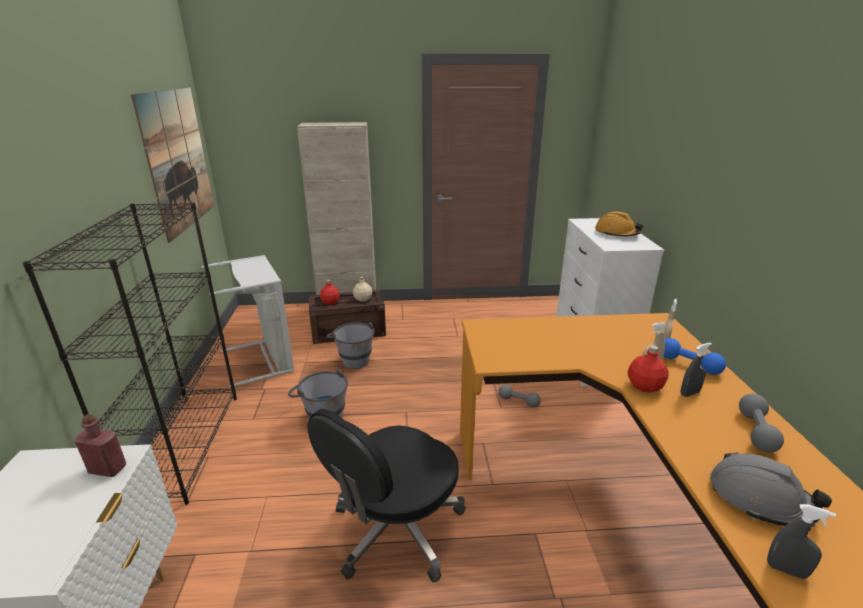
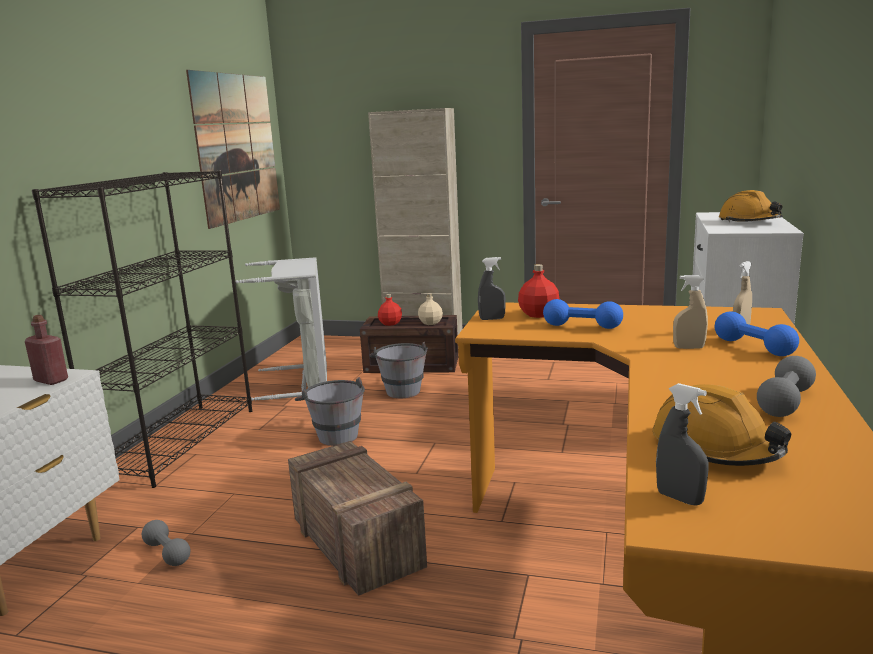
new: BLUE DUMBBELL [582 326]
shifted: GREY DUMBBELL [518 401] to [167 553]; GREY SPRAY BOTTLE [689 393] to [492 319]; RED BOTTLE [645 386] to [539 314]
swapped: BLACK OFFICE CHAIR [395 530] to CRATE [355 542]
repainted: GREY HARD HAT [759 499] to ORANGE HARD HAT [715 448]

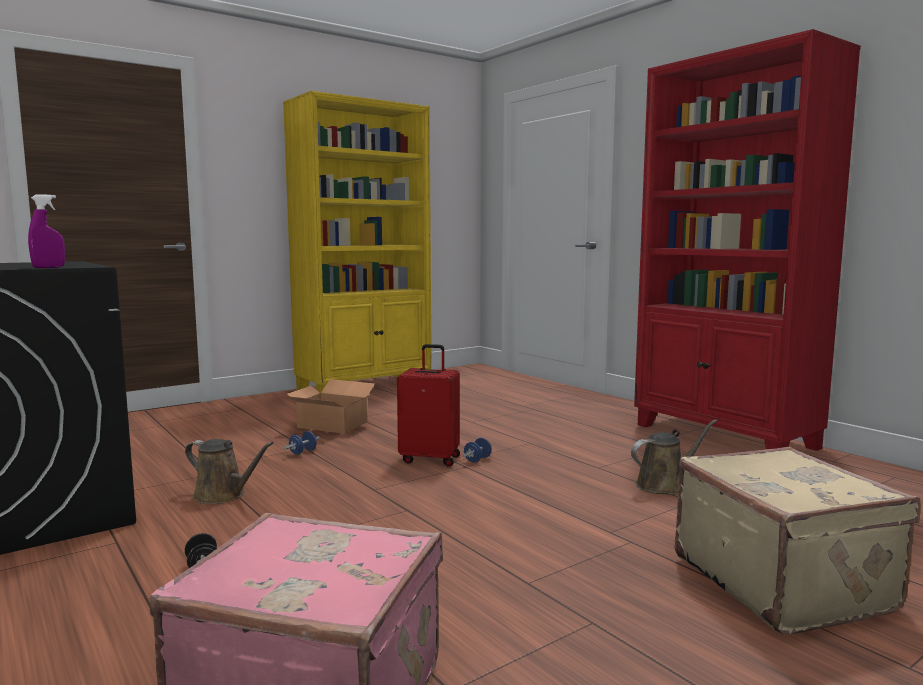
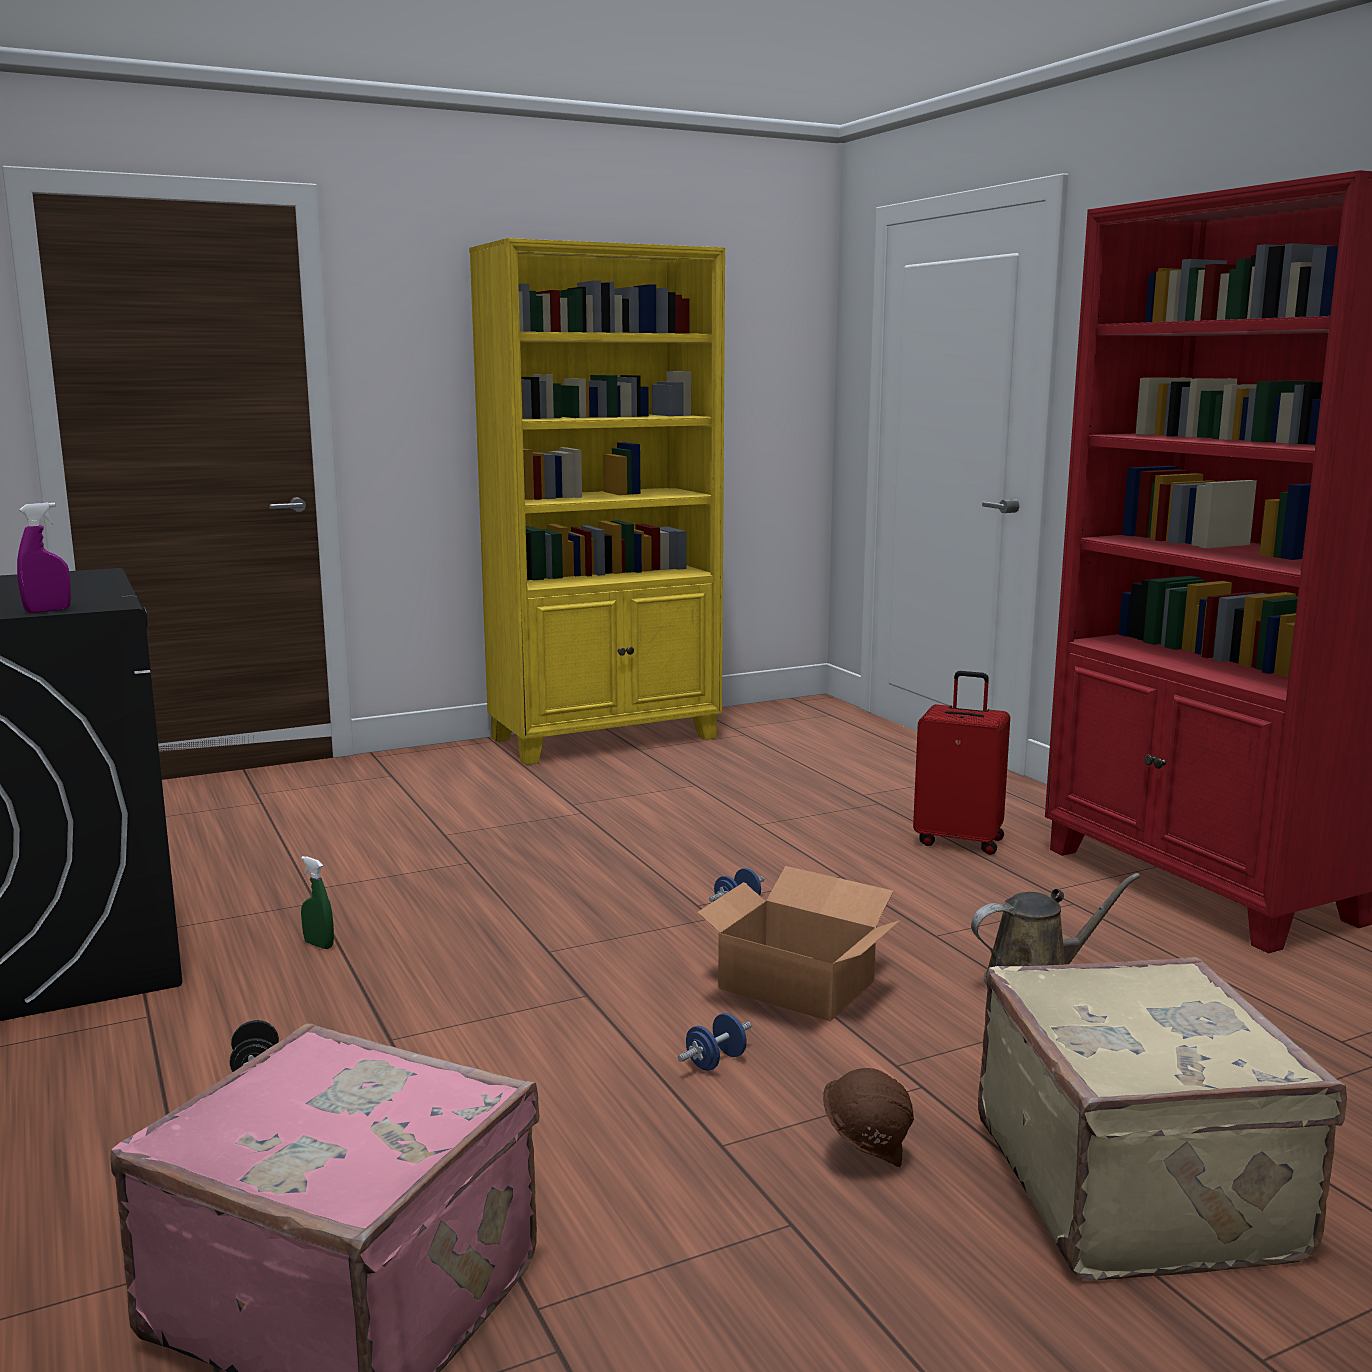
new: BROWN HARD HAT [866 1156]
shifted: BLUE DUMBBELL [303 452] to [716 1061]; CARDBOARD BOX [332 424] to [795 984]; RED SUITCASE [430 459] to [959 841]
swapped: BROWN WATERING CAN [223 495] to GREEN SPRAY BOTTLE [319 945]

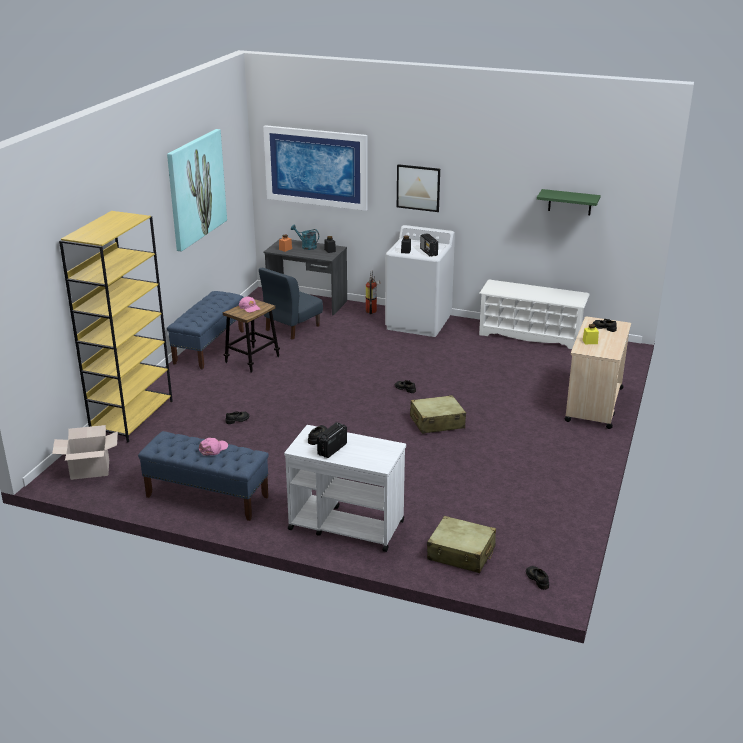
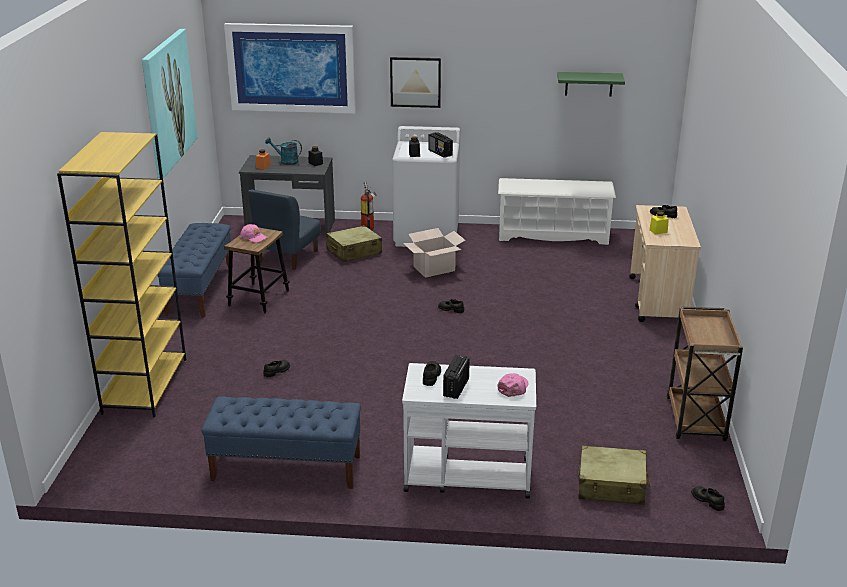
new: BROWN CART [696 420]
shifted: BEIGE SUITCASE [436 422] to [354 252]; CARDBOARD BOX [90 469] to [434 268]; PINK CAP [213 449] to [513 387]

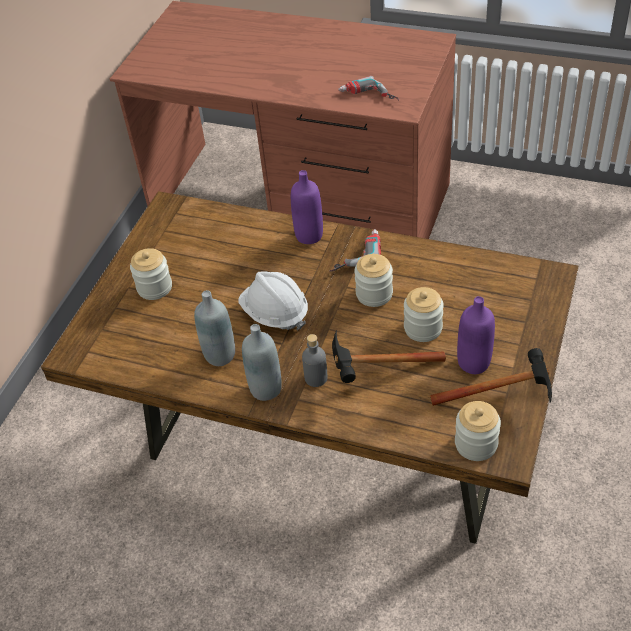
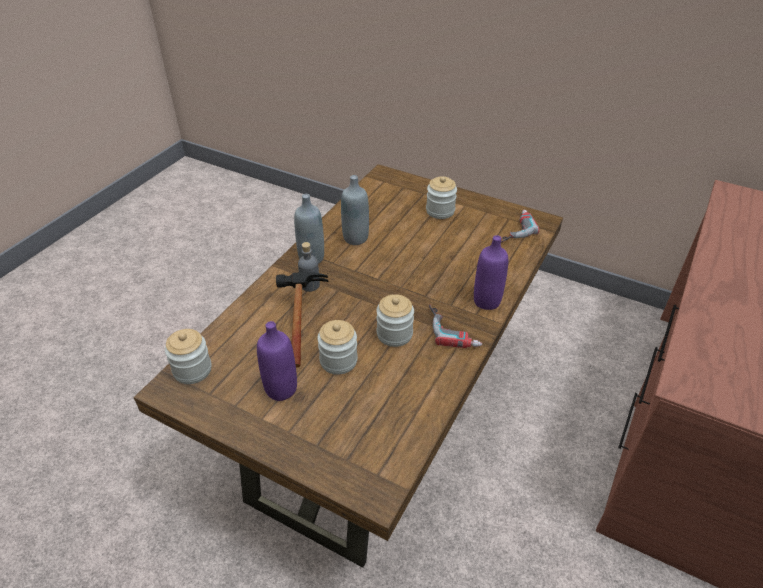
gone: WHITE HARD HAT [275 313]; HAMMER [504 396]
shifted: POWER DRILL [368 97] to [513 229]

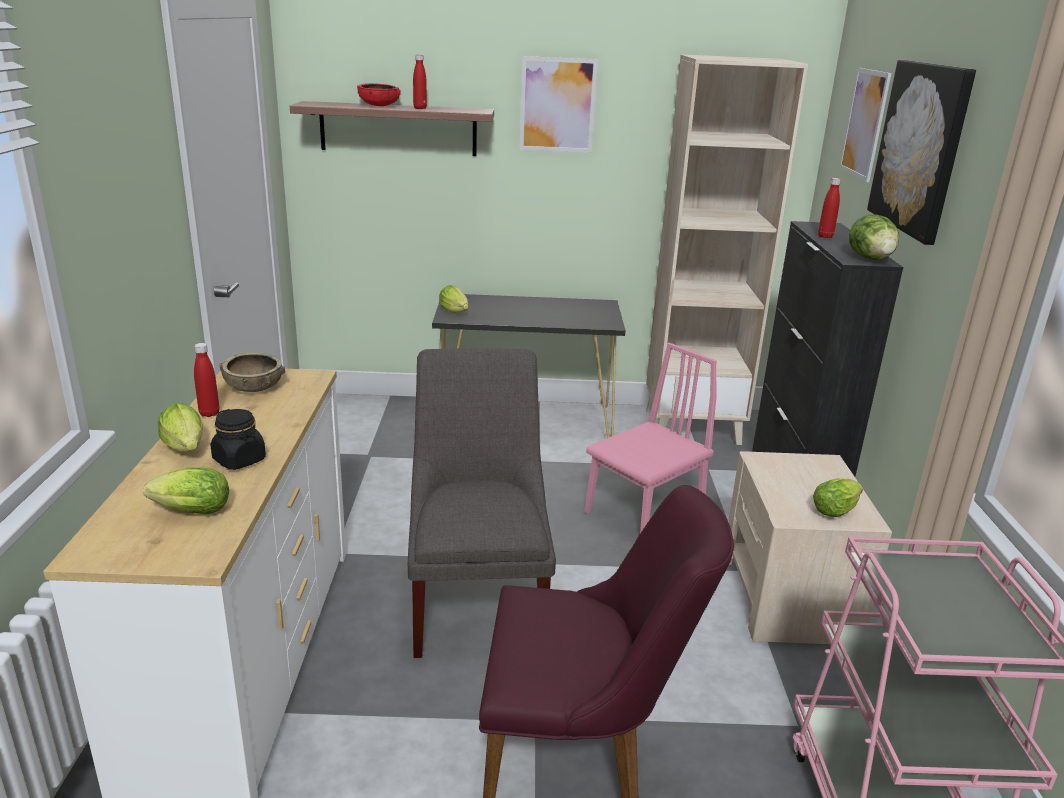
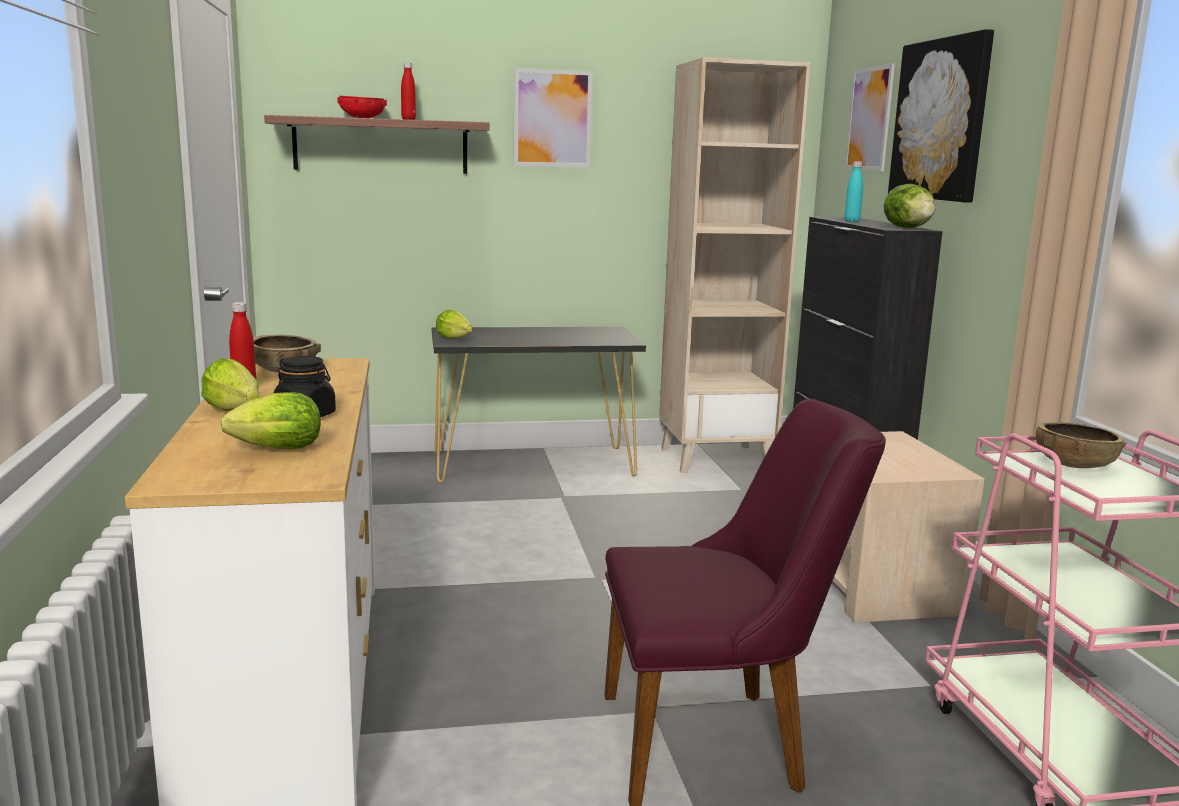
gone: GREY CHAIR [478 601]; PINK CHAIR [644 513]; LETTUCE [837 510]
new: BROWN BOWL [1073 465]
repainted: RED BOTTLE [825 236] to TURQUOISE BOTTLE [852 221]

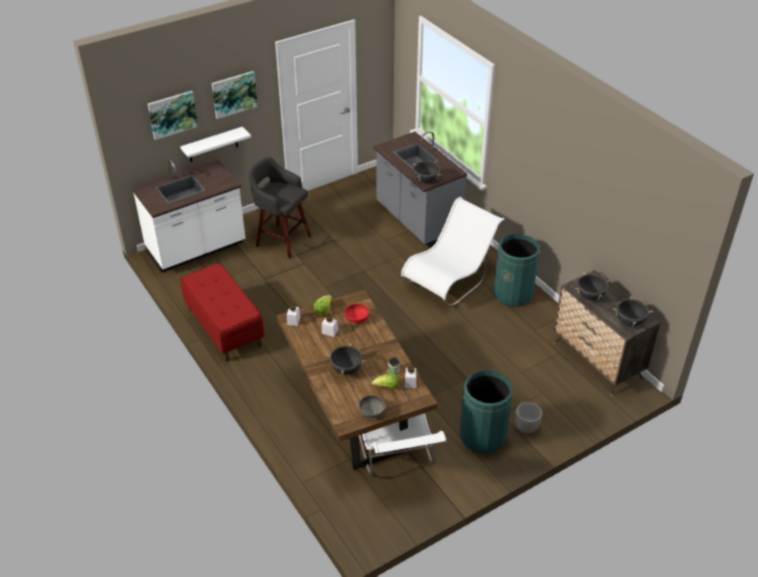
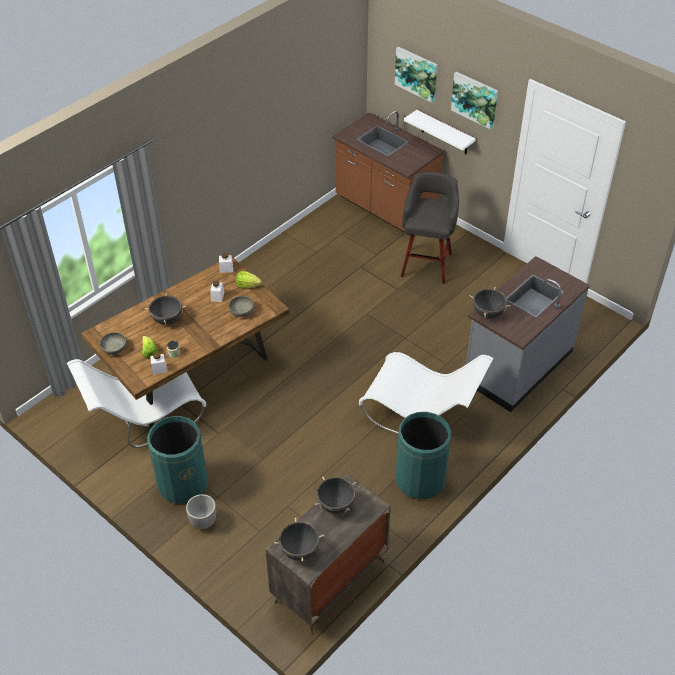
gone: RED BENCH [224 327]
repainted: RED BOWL [357 318] to GREY BOWL [242 312]; WHITE COUNTER [196 249] to BROWN COUNTER [385 209]

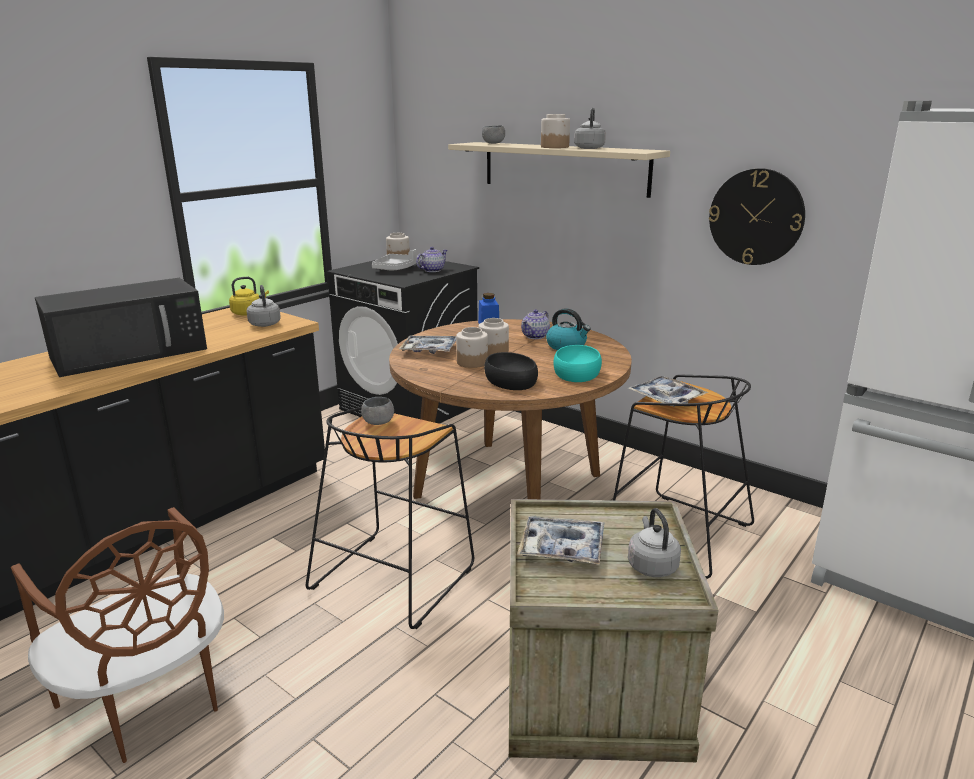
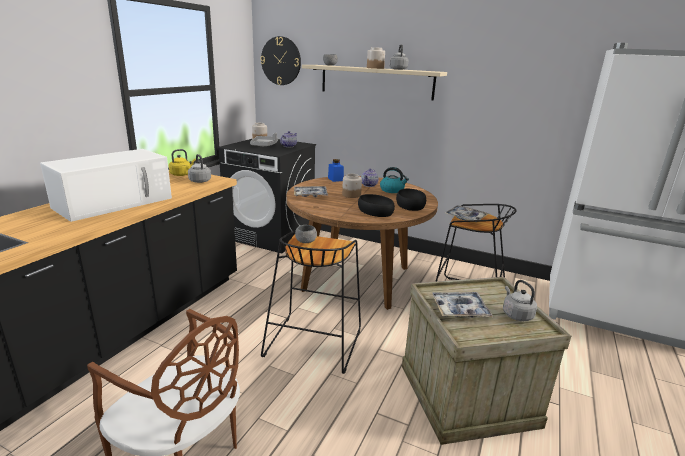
gone: JAR [472 362]
shifted: WALL CLOCK [756 217] to [281 61]
repainted: BLACK MICROWAVE [131 352] to WHITE MICROWAVE [115 202]; TURQUOISE BOWL [577 372] to BLACK BOWL [411 205]

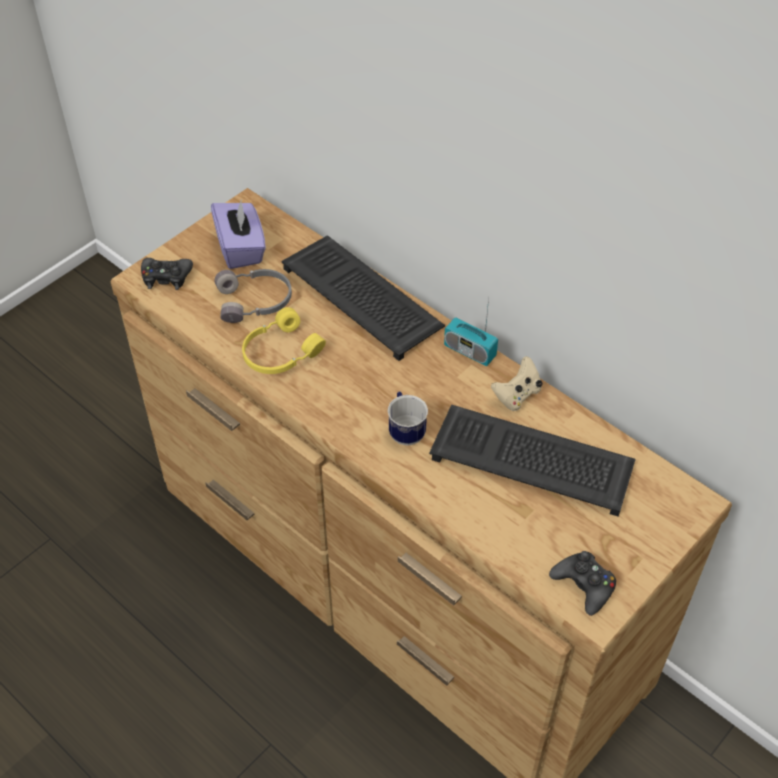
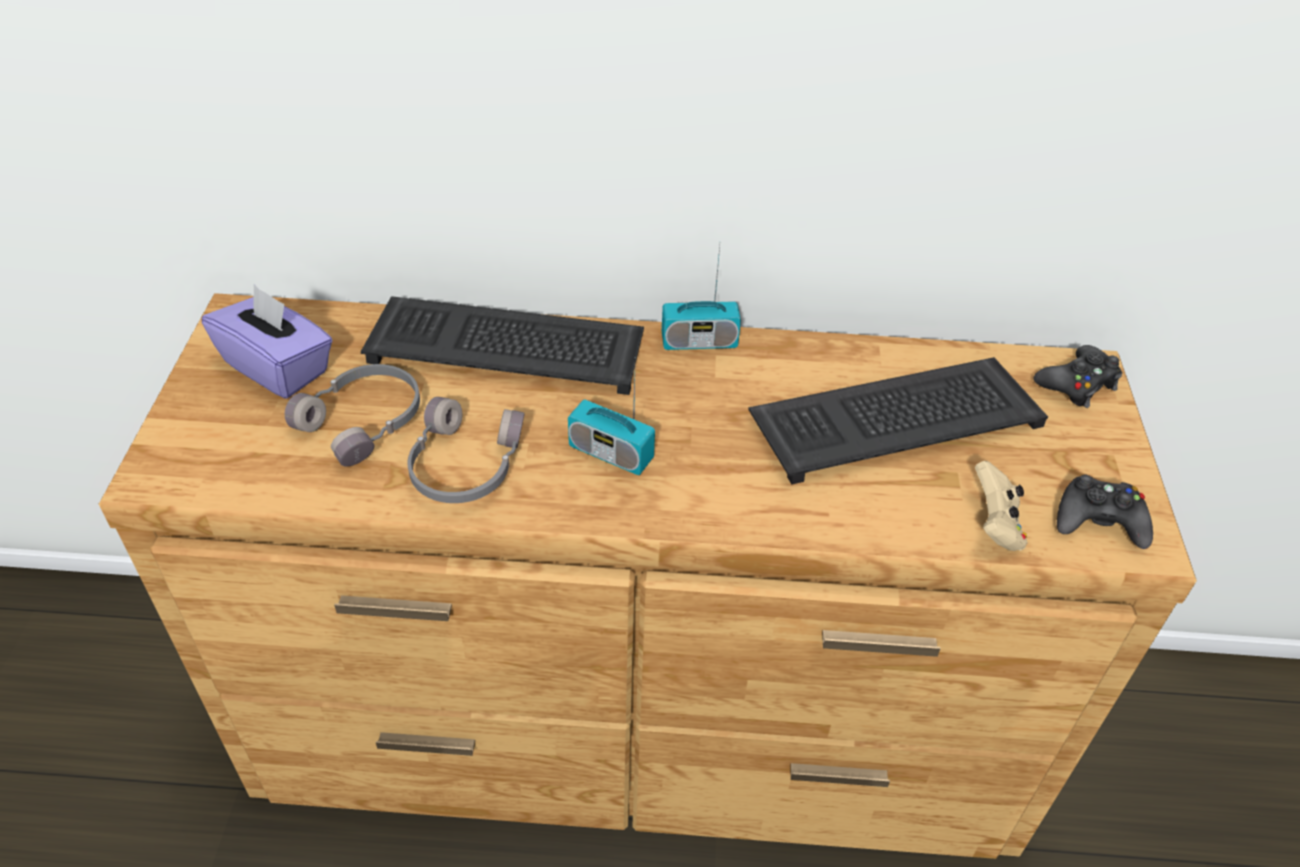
gone: MUG [405 431]
new: RADIO [611 453]
shifted: BEIGE GAME CONTROLLER [517 395] to [995 525]; BLACK GAME CONTROLLER [166 277] to [1077 384]
repainted: YELLOW HEADPHONES [279 352] to GREY HEADPHONES [463 465]

